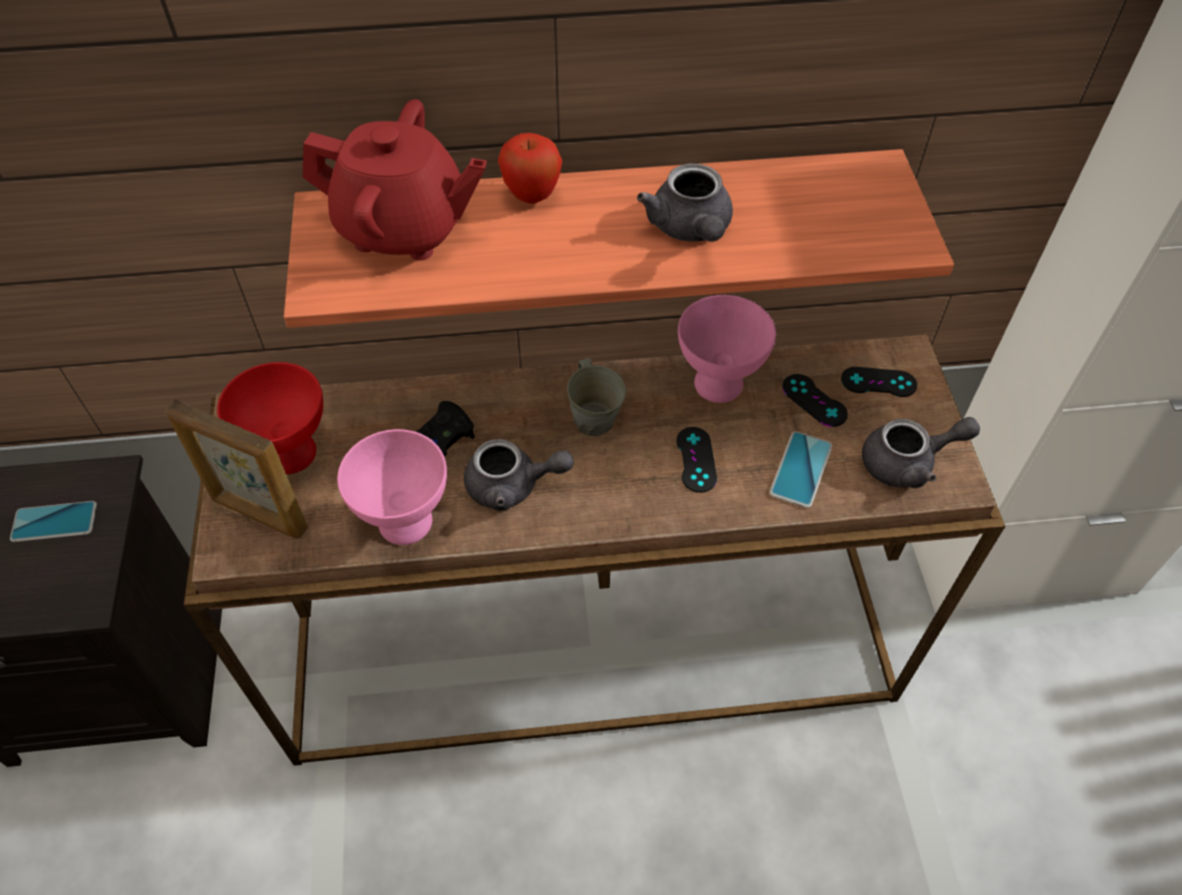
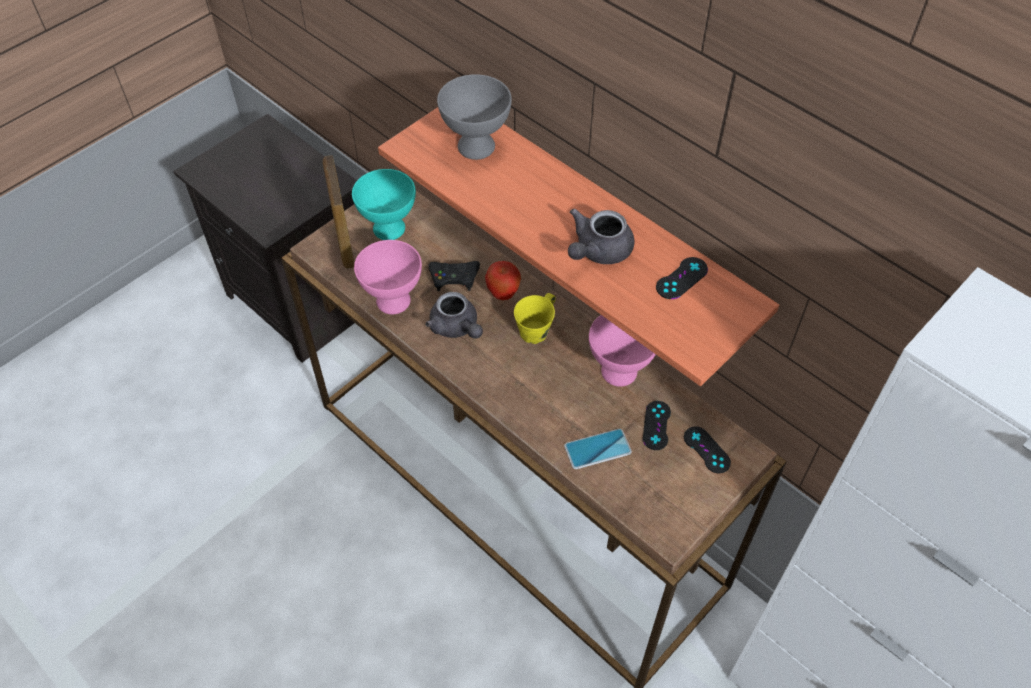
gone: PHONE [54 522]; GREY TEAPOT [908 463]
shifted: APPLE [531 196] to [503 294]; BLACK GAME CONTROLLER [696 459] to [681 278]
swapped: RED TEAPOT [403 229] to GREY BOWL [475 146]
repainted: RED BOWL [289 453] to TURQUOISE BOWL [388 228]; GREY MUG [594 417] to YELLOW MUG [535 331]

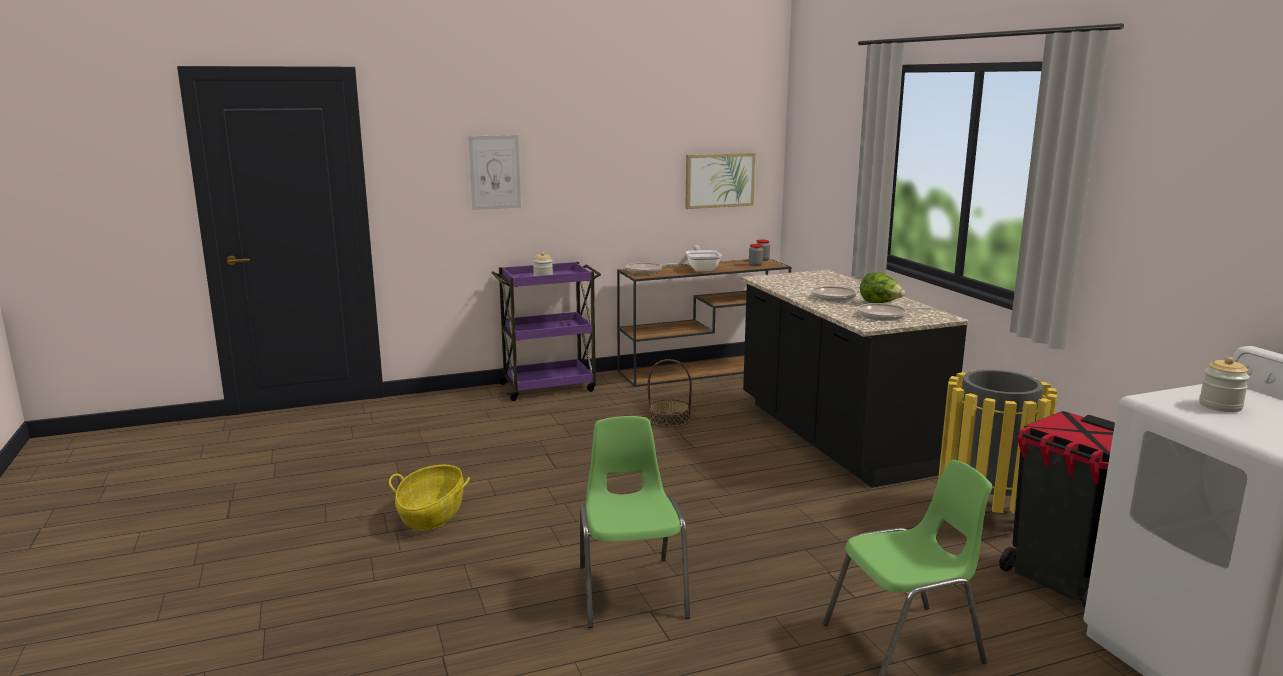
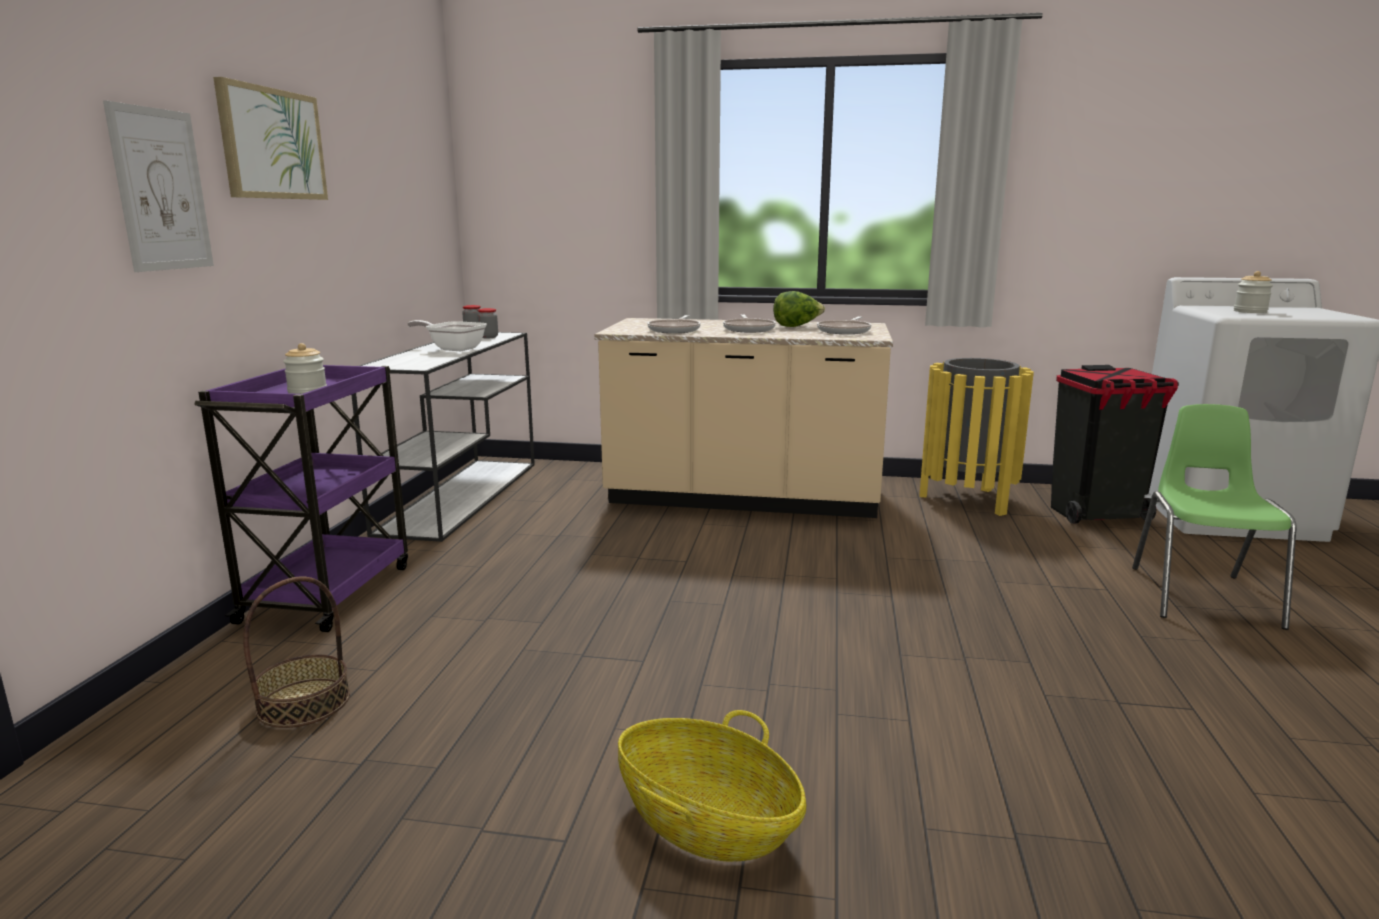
gone: GREEN CHAIR [631 590]
shifted: PICTURE [719 180] to [272 144]; BASKET [669 419] to [303 702]; FRYING PAN [646 271] to [675 330]
repainted: BROWN CONSOLE TABLE [704 369] to WHITE CONSOLE TABLE [461 495]; BLACK COUNTER [834 436] to BEIGE COUNTER [743 498]

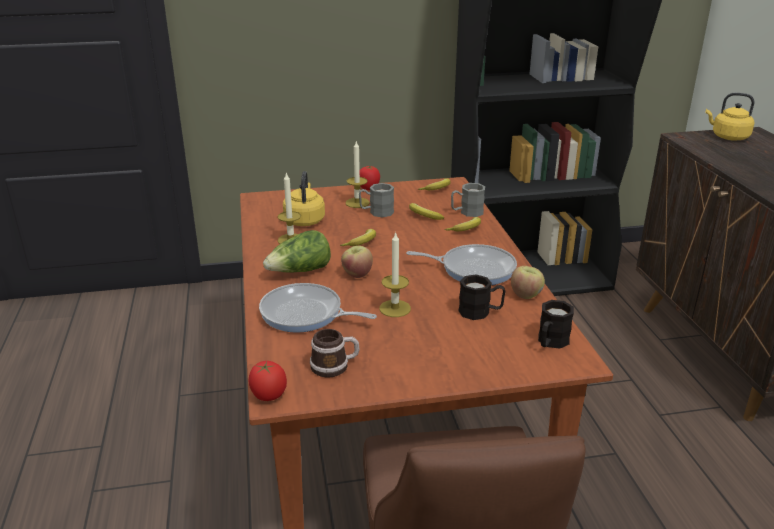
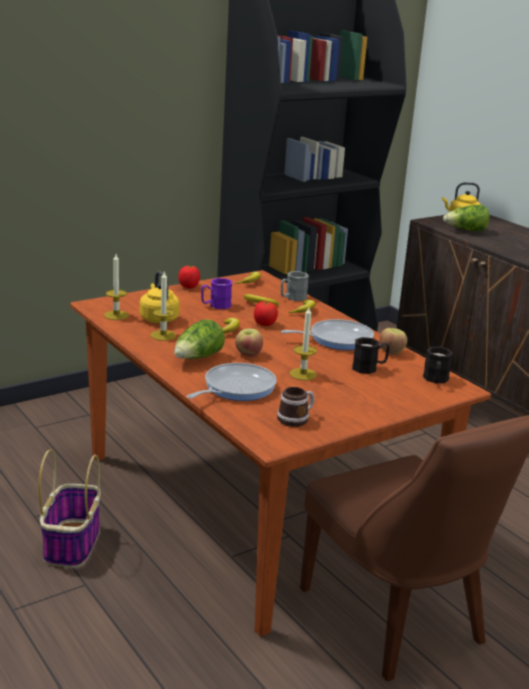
new: BASKET [72 543]; LETTUCE [466 230]
shifted: CANDLE [357 203] to [116 315]; TOMATO [268 395] to [264 324]
repainted: GREY MUG [376 212] to PURPLE MUG [216 305]
rotated: FRYING PAN [305 314] = [236 388] 135 degrees clockwise

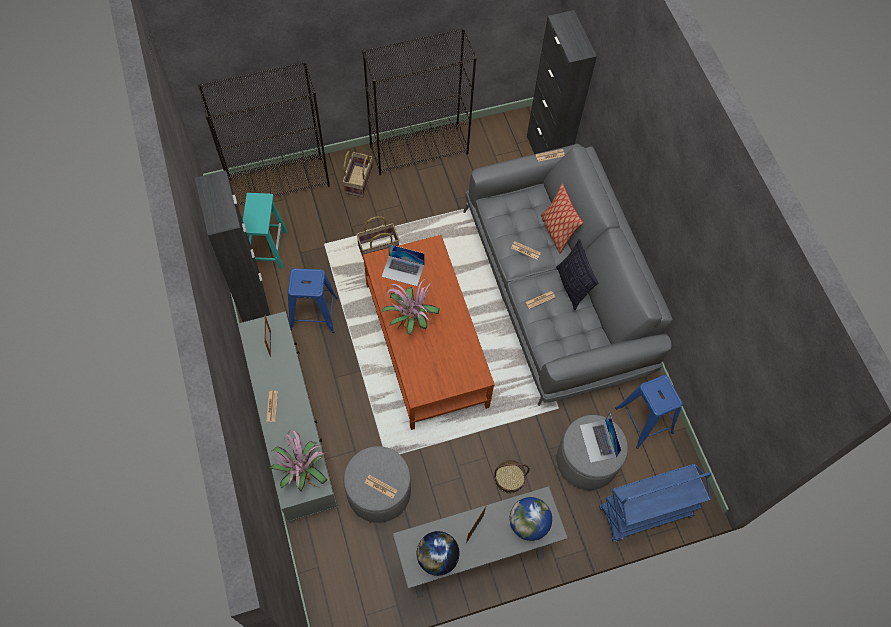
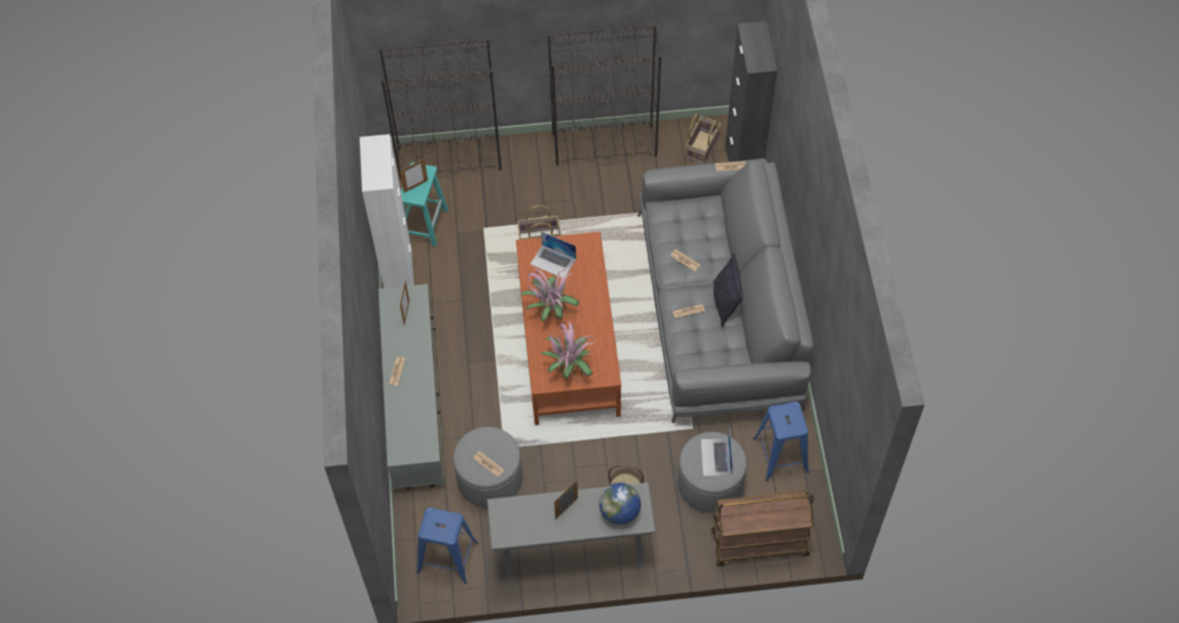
gone: GLOBE [437 557]; PILLOW [557 231]
new: PICTURE FRAME [415 186]
shifted: BLUE STOOL [313 314] to [447 557]; POTTED PLANT [302 471] to [569 367]; BASKET [358 181] to [701 147]
repainted: BLACK CABINET [253 302] to WHITE CABINET [399 276]; BLUE CART [645 513] to BROWN CART [758 544]

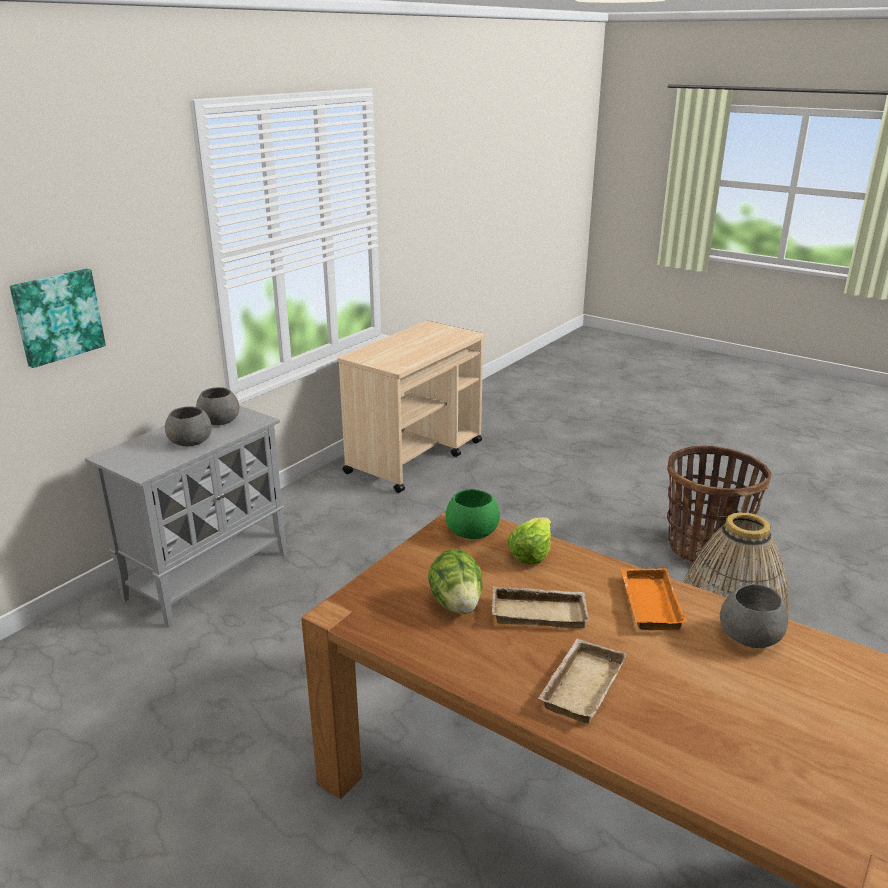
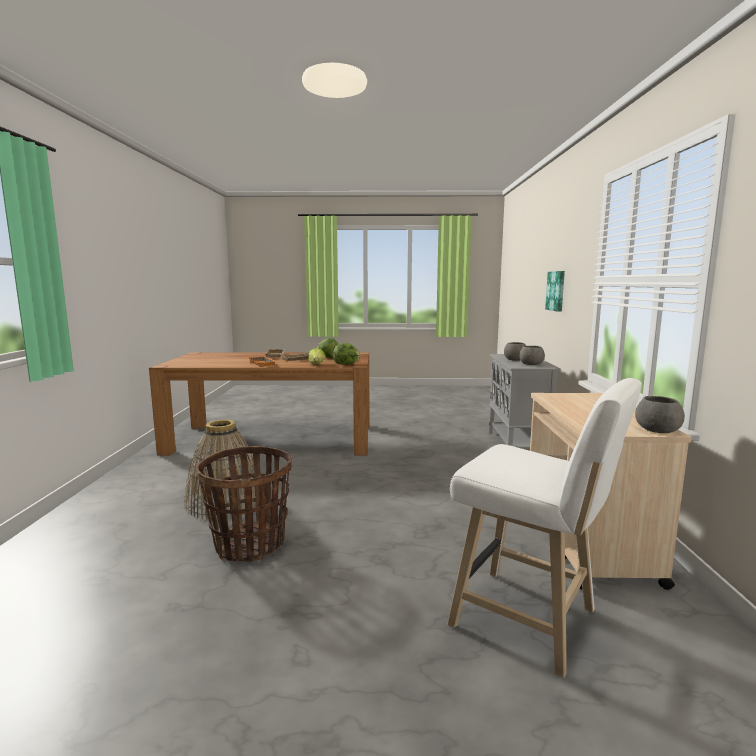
new: WHITE STOOL [531 622]
shifted: GREY BOWL [750 635] to [658 430]
swapped: GREEN BOWL [473 531] to LETTUCE [346 364]

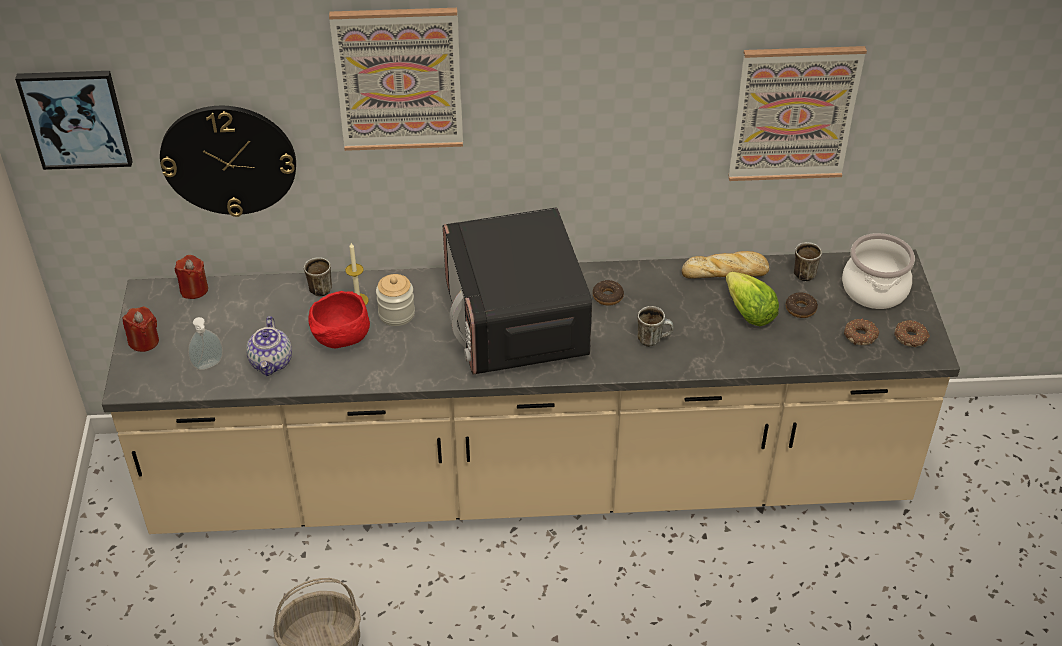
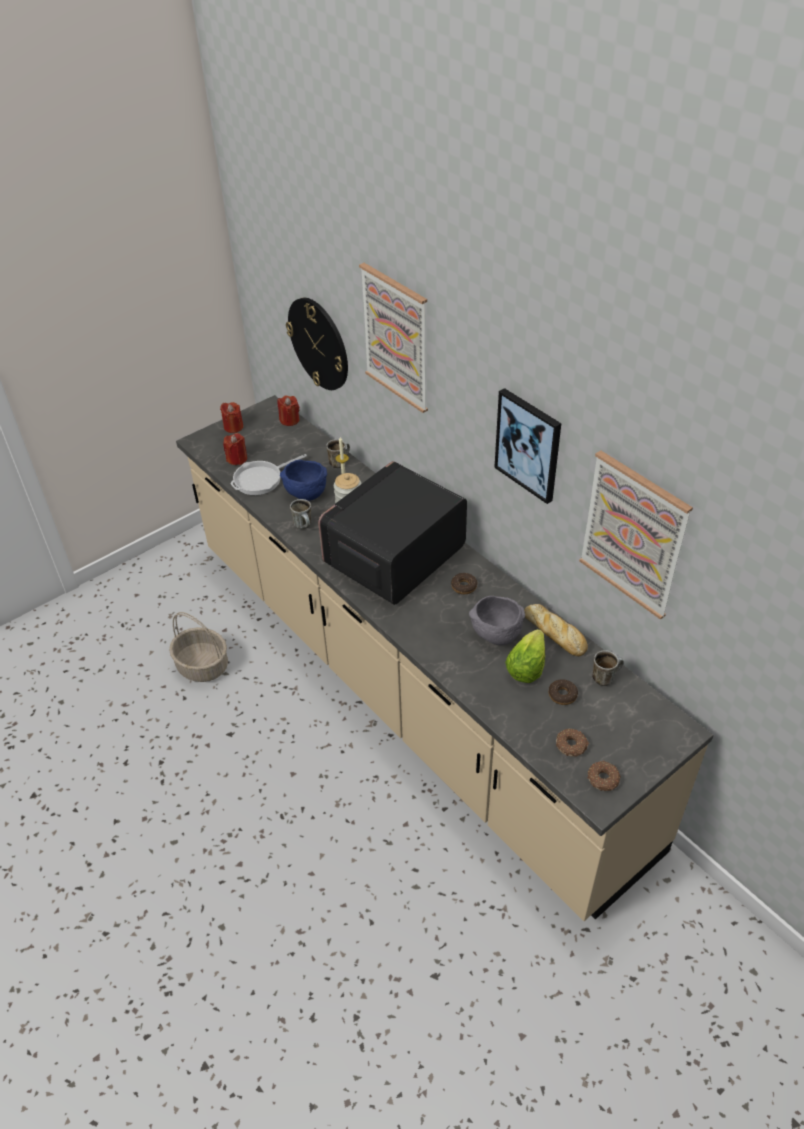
gone: COOKING POT [873 289]
new: GREY BOWL [495 635]
shifted: MUG [653 339] to [304 526]; PICTURE [76 118] to [528 445]
swapped: SOAP DISPENSER [209 366] to RED CANDLE [237 459]; TEAPOT [272 362] to FRYING PAN [261 479]
repainted: RED BOWL [341 340] to BLUE BOWL [305 494]

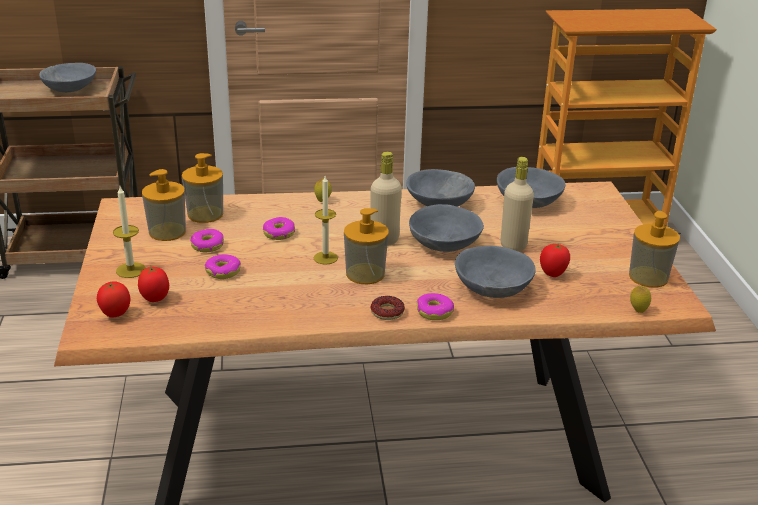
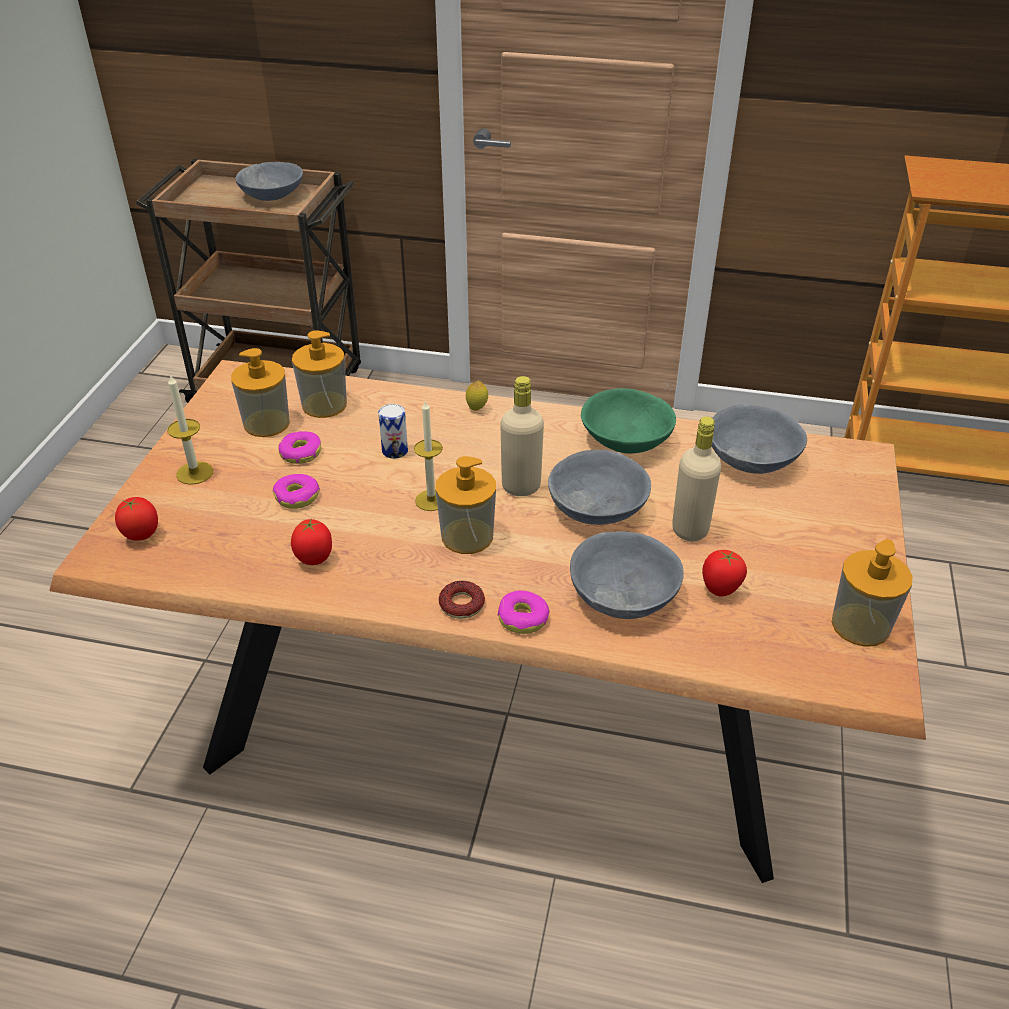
gone: LEMON [638 310]
shifted: TOMATO [155 299] to [315 559]
swapped: DONUT [279 233] to CAN [395 451]
repainted: GREY BOWL [438 203] to GREEN BOWL [624 439]

